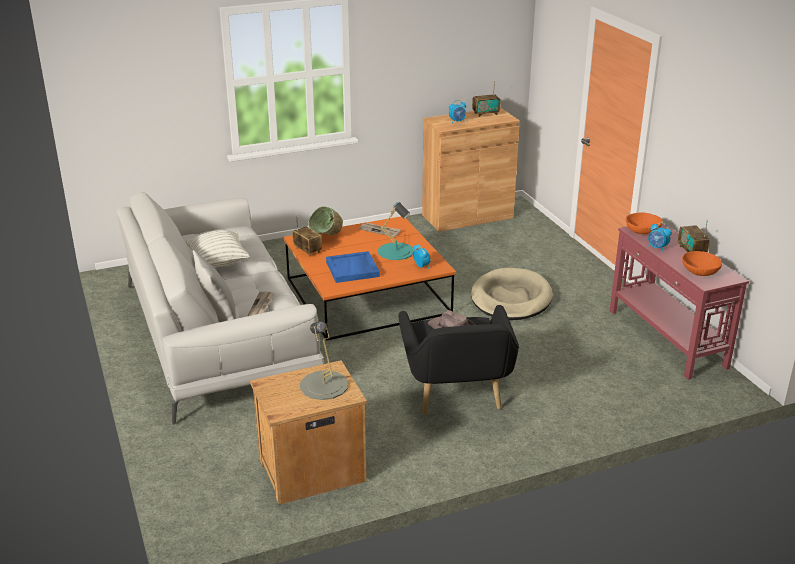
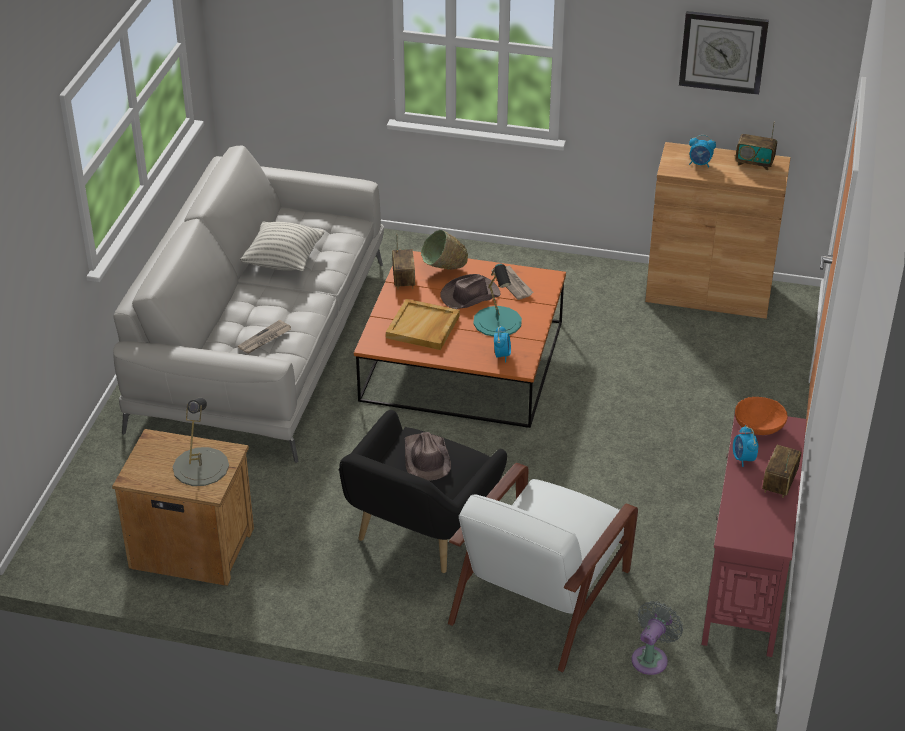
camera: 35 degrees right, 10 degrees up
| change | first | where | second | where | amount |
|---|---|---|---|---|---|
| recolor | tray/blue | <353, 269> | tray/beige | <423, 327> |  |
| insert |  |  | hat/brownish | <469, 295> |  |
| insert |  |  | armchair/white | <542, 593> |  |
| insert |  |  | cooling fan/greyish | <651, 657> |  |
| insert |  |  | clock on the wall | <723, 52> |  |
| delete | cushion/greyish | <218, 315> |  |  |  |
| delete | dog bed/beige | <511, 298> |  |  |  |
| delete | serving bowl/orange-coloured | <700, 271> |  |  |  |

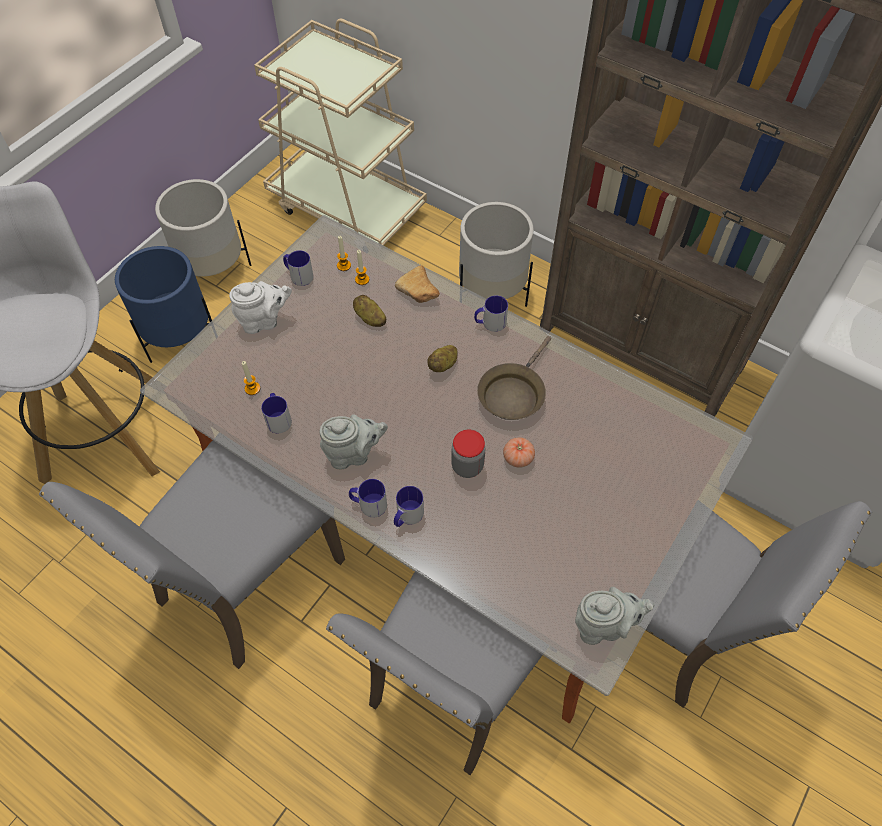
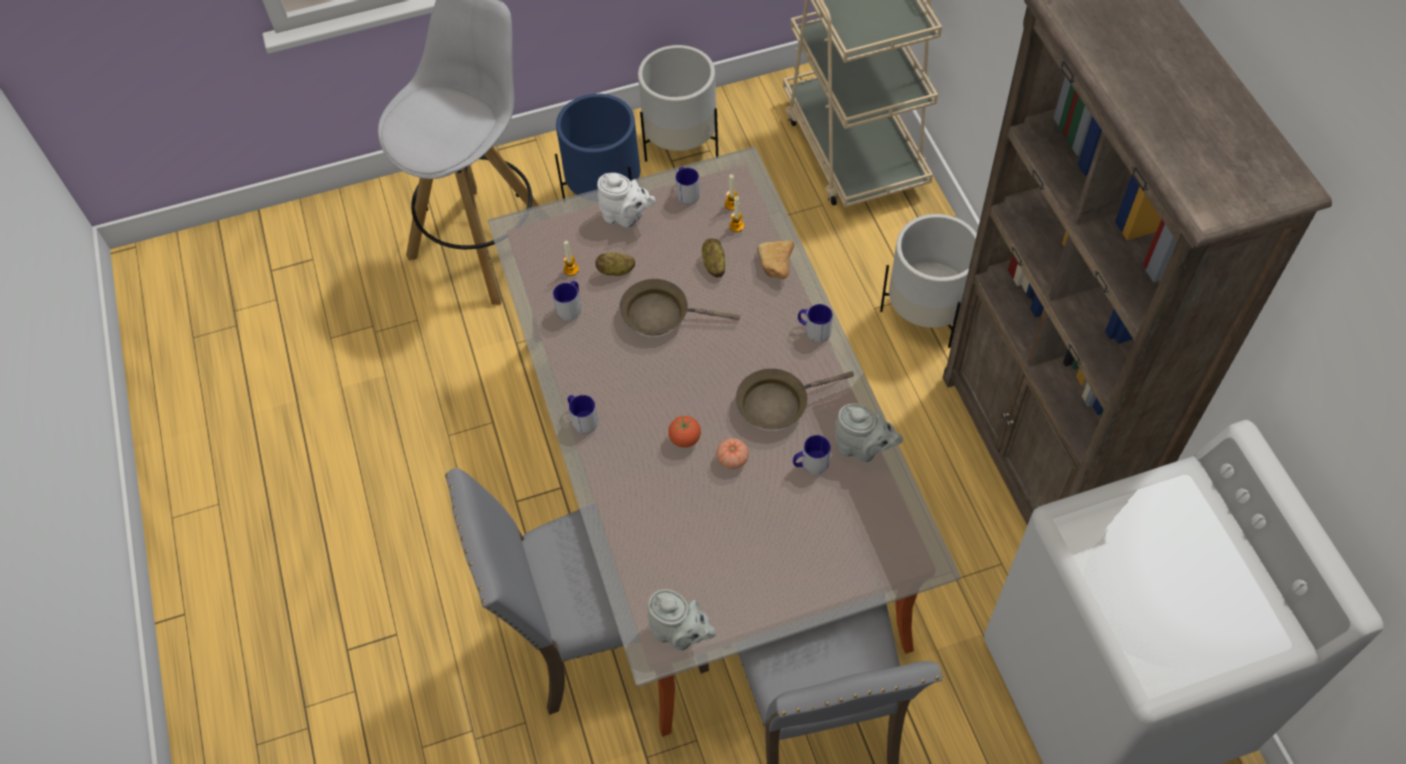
camera: 40 degrees right, 0 degrees up
| change | first | where | second | where | amount |
|---|---|---|---|---|---|
| move | potato | <443, 365> |  | <616, 271> |  |
| insert |  |  | pan/brownish | <661, 314> |  |
| replace | jar | <467, 466> | tomato | <685, 439> |  |
| move | coffee mug | <407, 516> |  | <810, 464> |  |
| move | pot for tea/greyish | <353, 454> |  | <862, 448> |  |
| delete | plain chair/greyish | <245, 581> |  |  |  |

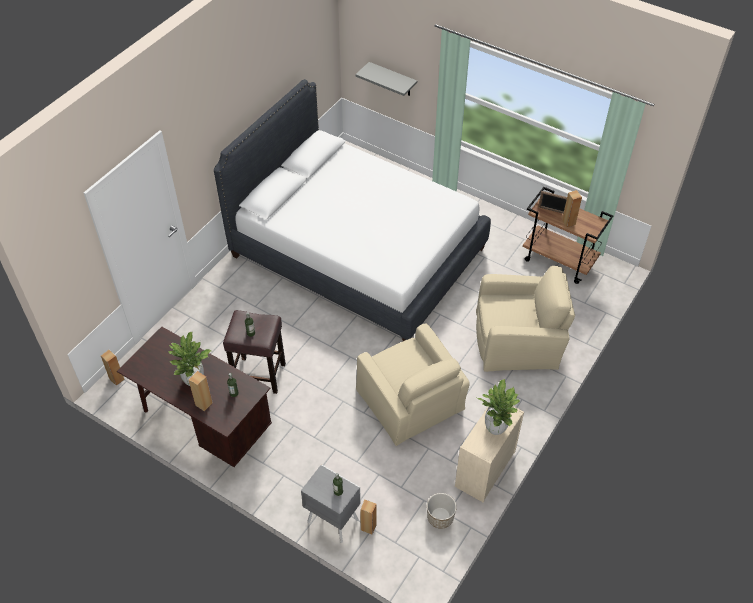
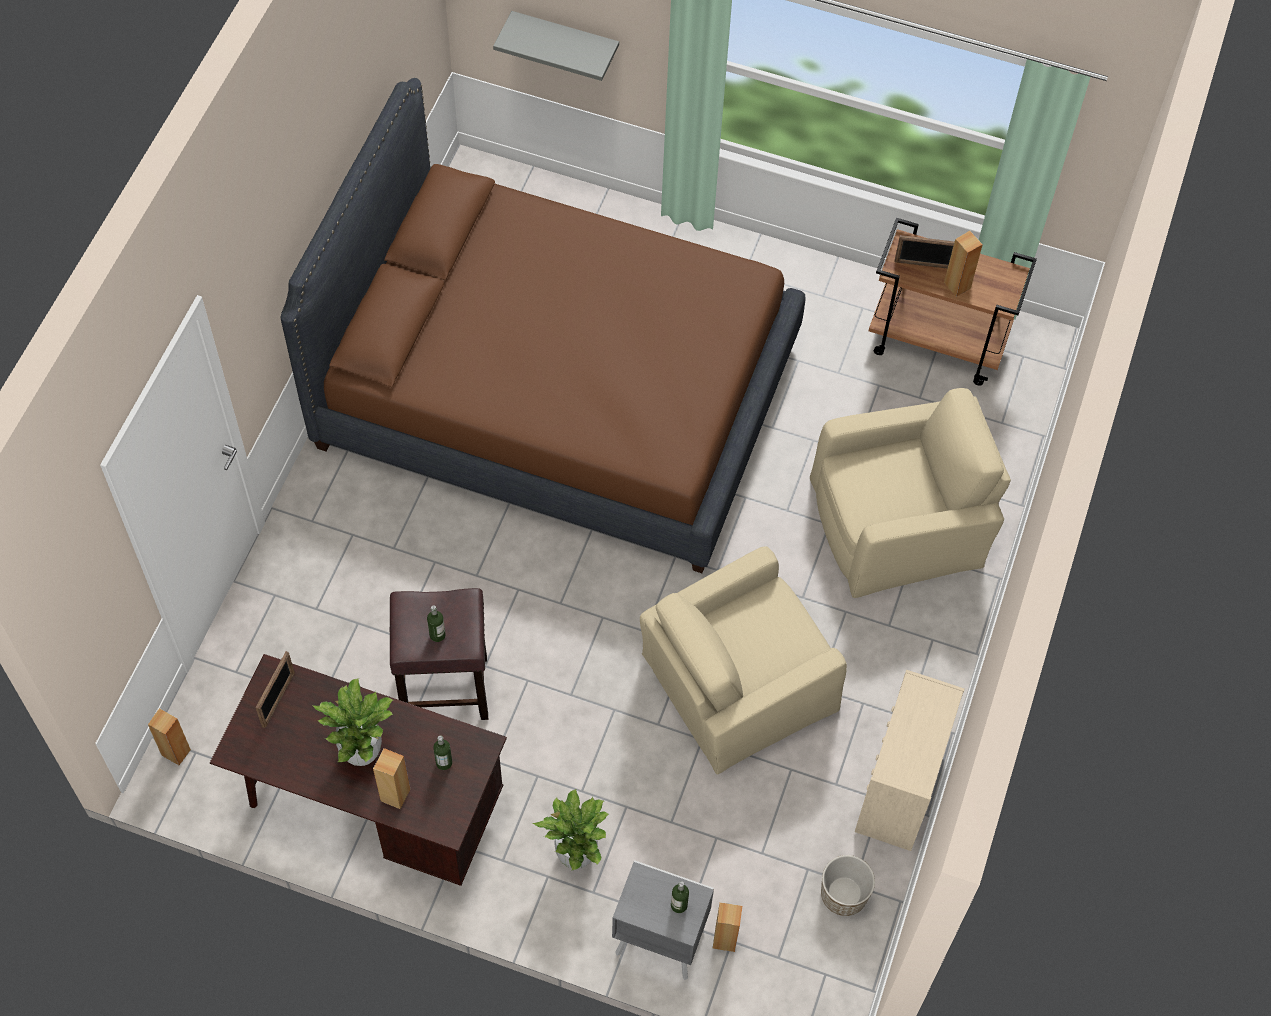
camera: 15 degrees left, 10 degrees up
| change | first | where | second | where | amount |
|---|---|---|---|---|---|
| insert |  |  | photo frame | <278, 699> |  |
| recolor | bedroom bed/white | <357, 252> | bedroom bed/brownish | <556, 393> |  |
| move | potted plant | <495, 428> |  | <575, 855> |  |
| rotate | armchair/beige | <411, 401> |  | <736, 683> | 105 degrees clockwise |

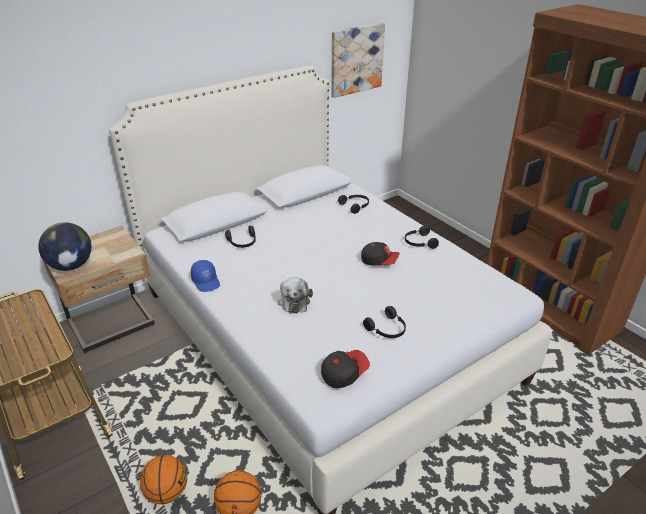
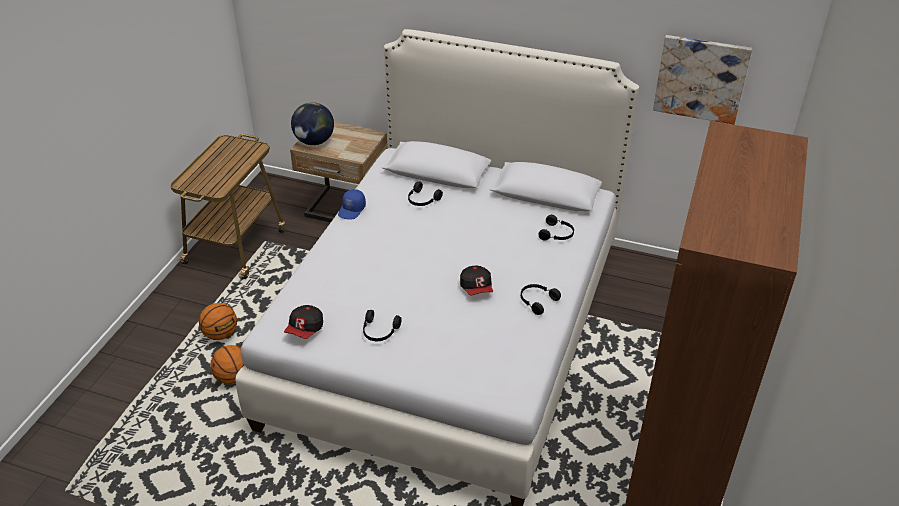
camera: 55 degrees right, 5 degrees up
| change | first | where | second | where | amount |
|---|---|---|---|---|---|
| rotate | cap | <344, 373> |  | <305, 329> | 90 degrees clockwise |
| delete | cuddly toy | <294, 301> |  |  |  |

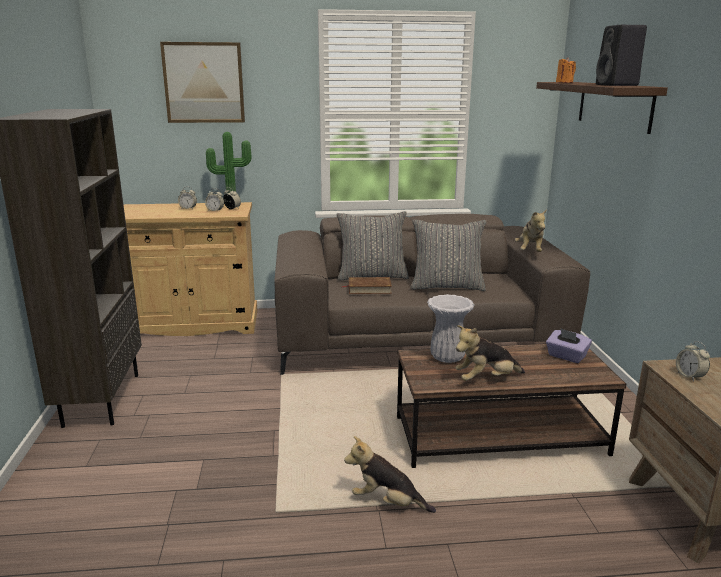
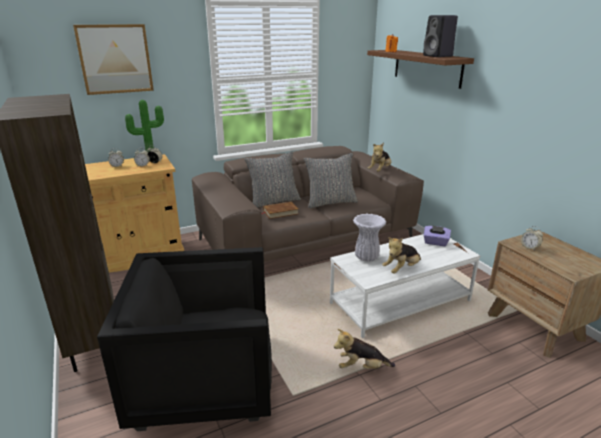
camera: 20 degrees left, 5 degrees up
| change | first | where | second | where | amount |
|---|---|---|---|---|---|
| insert |  |  | armchair/blackish | <206, 380> |  |
| recolor | lounge table/brownish | <499, 435> | lounge table/white | <400, 301> |  |
| rotate | cuddly toy | <530, 251> |  | <380, 171> | 45 degrees clockwise |

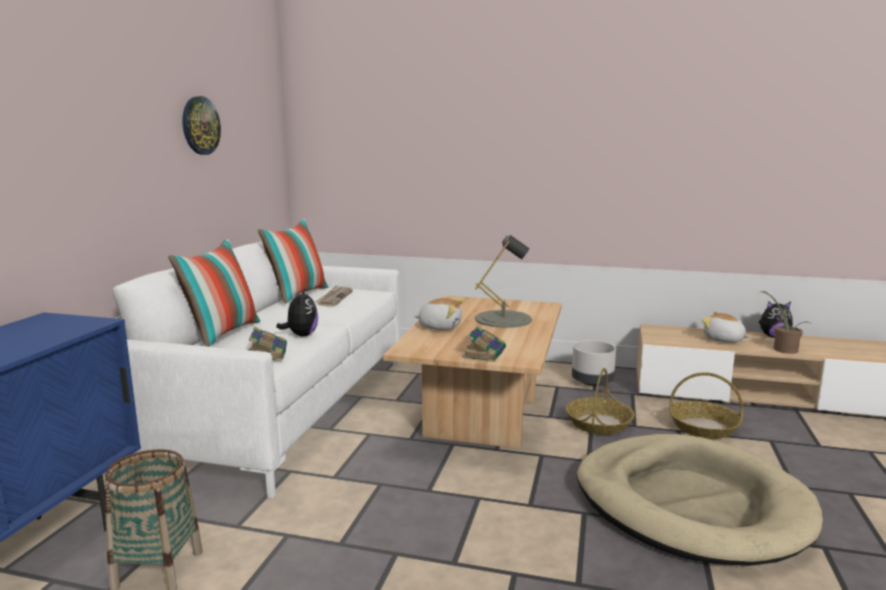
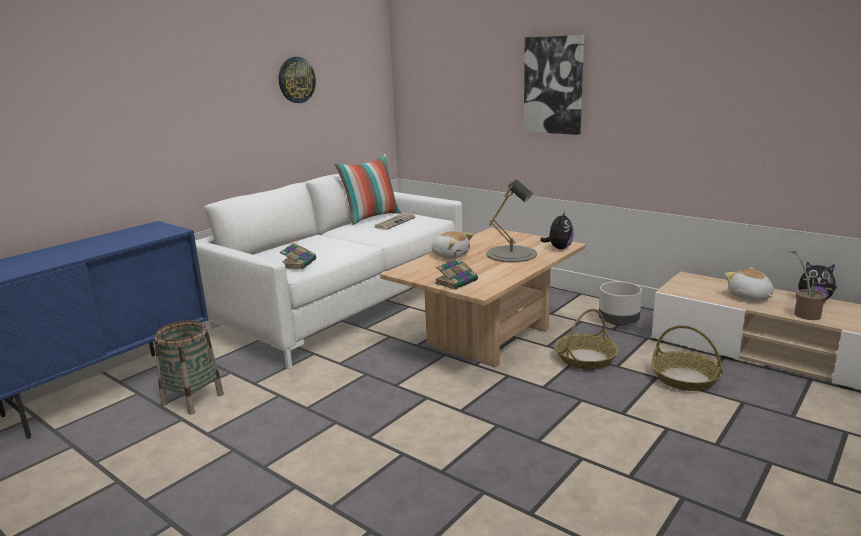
camera: 25 degrees right, 5 degrees up
| change | first | where | second | where | amount |
|---|---|---|---|---|---|
| insert |  |  | wall art | <554, 85> |  |
| move | cuddly toy | <301, 335> |  | <559, 248> |  |
| delete | cushion | <222, 333> |  |  |  |
| delete | dog bed/beige | <690, 504> |  |  |  |

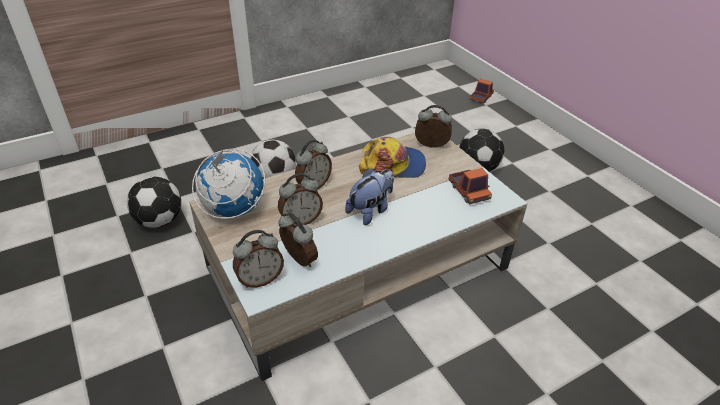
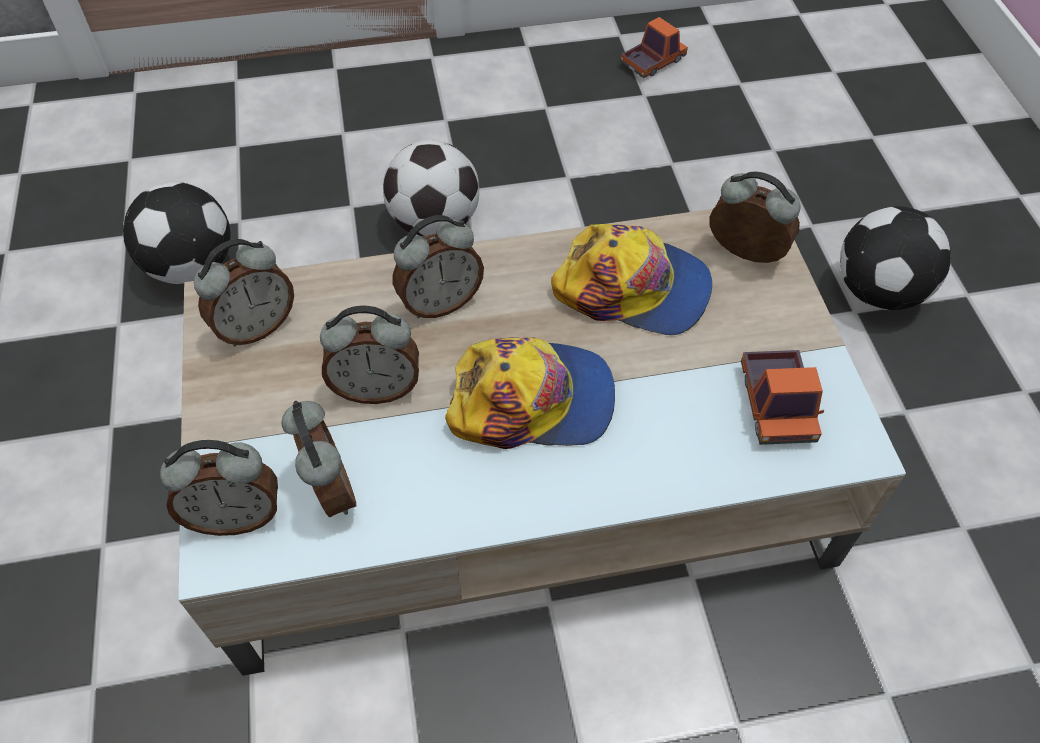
camera: 20 degrees right, 15 degrees up
| change | first | where | second | where | amount |
|---|---|---|---|---|---|
| replace | desk globe | <233, 210> | table clock | <256, 327> |  |
| replace | cuddly toy | <370, 210> | cap | <532, 401> |  |
| move | toy lorry | <481, 98> |  | <653, 62> |  |

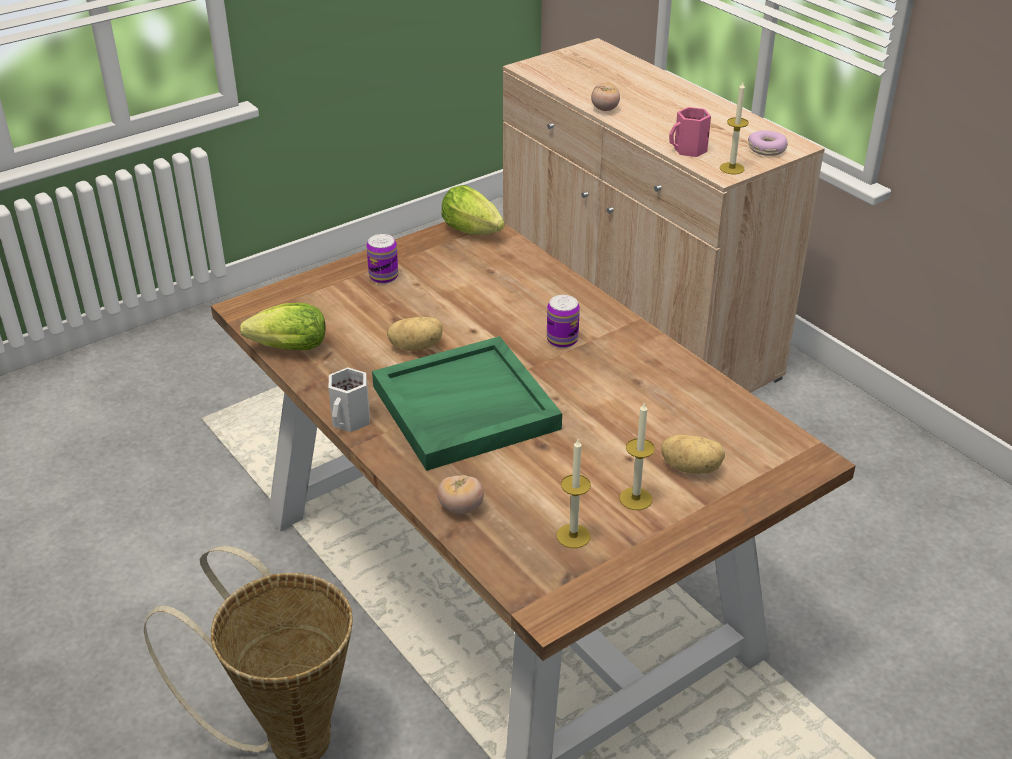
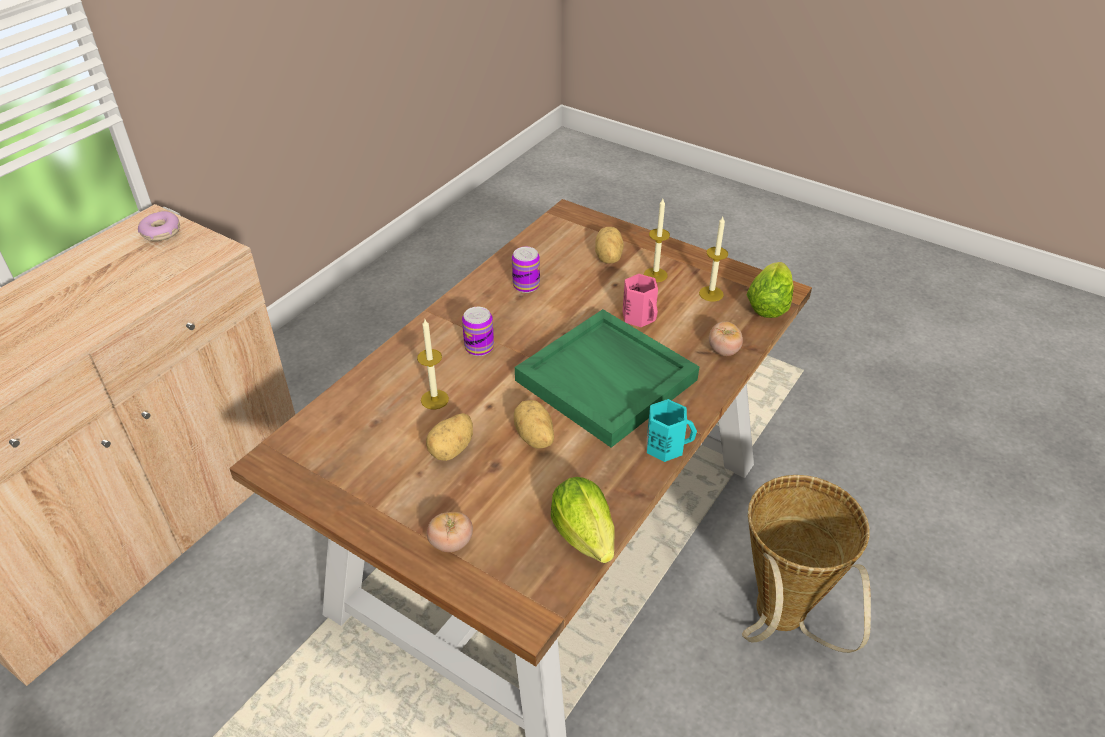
camera: 110 degrees left, 5 degrees up
| change | first | where | second | where | amount |
|---|---|---|---|---|---|
| move | wax candle | <732, 168> |  | <434, 399> |  |
| insert |  |  | potato | <452, 449> |  |
| move | tomato | <605, 109> |  | <451, 543> |  |
| move | metal can | <383, 276> |  | <526, 285> |  |
| move | coffee mug/pink-coloured | <689, 150> |  | <640, 316> |  |
| recolor | coffee mug/white | <351, 420> | coffee mug/blue-green | <666, 445> |  |
| move | head of lettuce | <475, 232> |  | <769, 303> |  |

